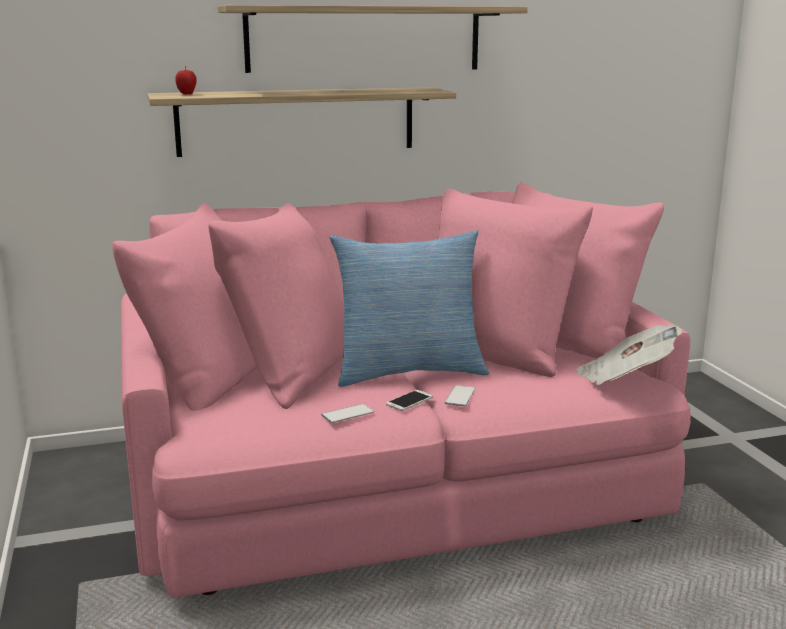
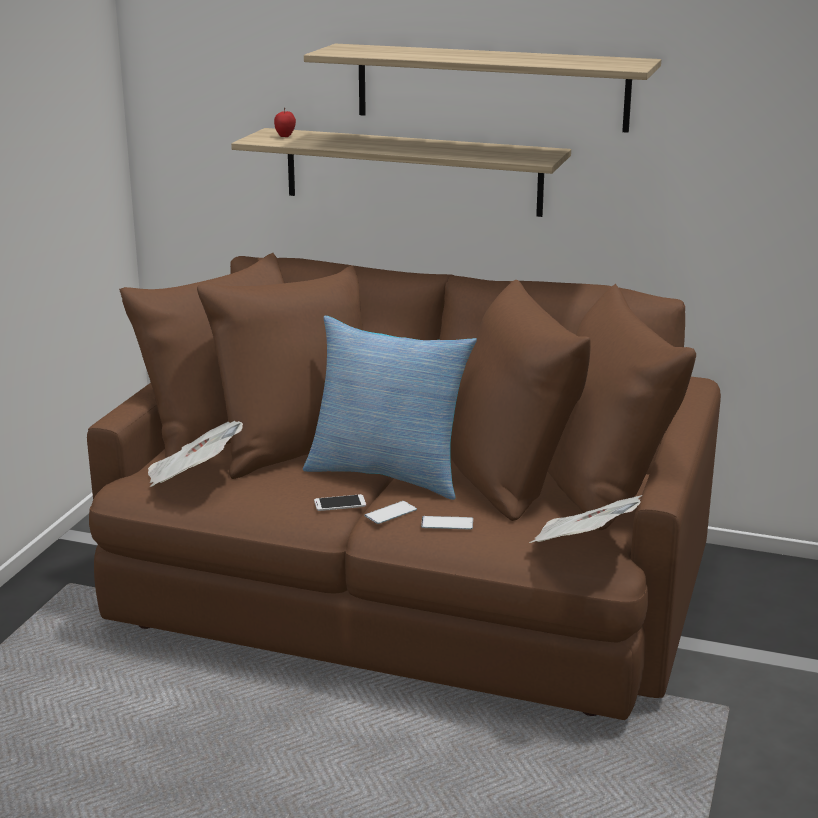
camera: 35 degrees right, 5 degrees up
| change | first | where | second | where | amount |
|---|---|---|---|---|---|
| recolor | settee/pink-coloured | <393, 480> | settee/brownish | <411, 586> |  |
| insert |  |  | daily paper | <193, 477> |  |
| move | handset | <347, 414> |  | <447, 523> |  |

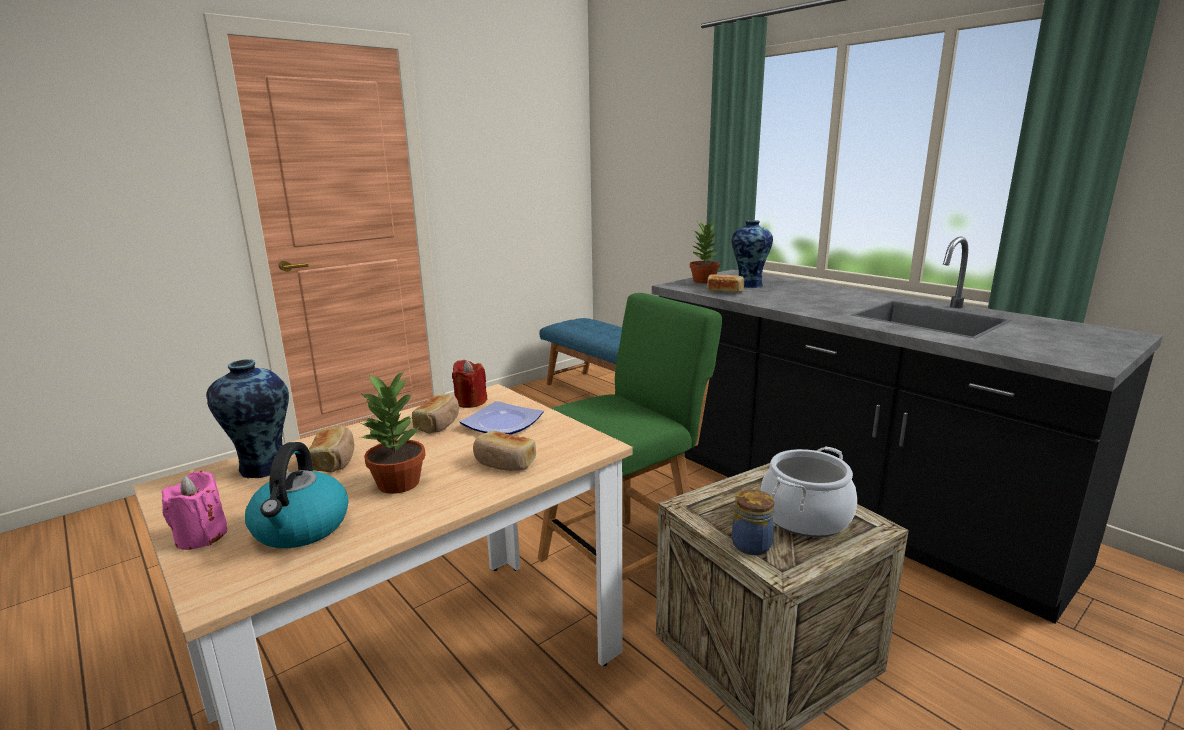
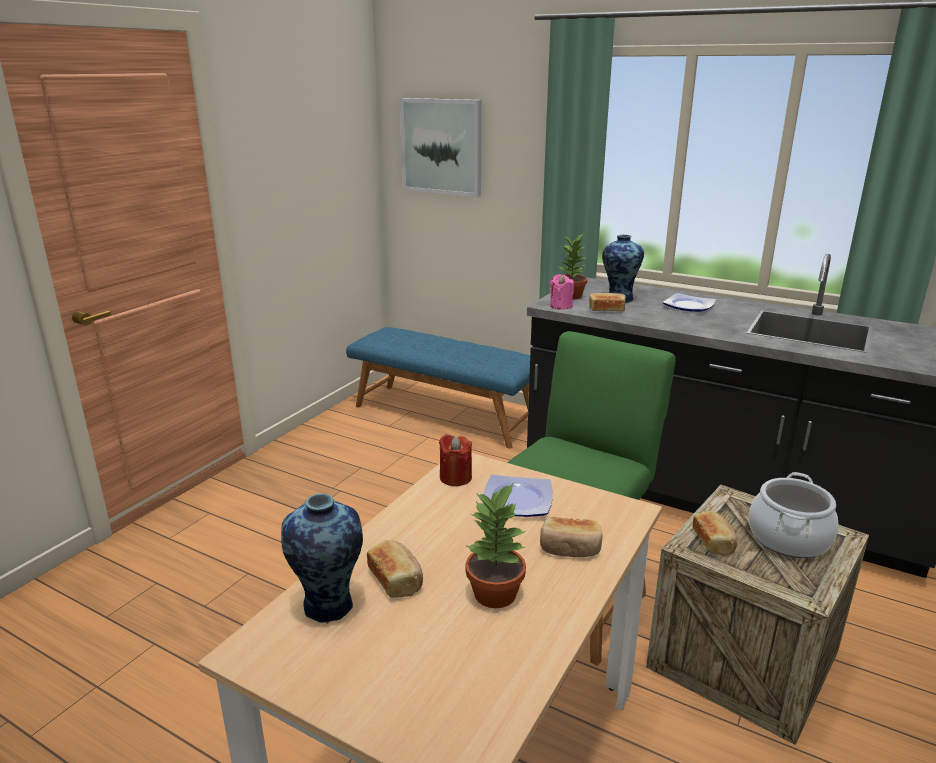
camera: 20 degrees left, 5 degrees up
| change | first | where | second | where | amount |
|---|---|---|---|---|---|
| insert |  |  | wall art | <442, 146> |  |
| move | wax candle/pink-coloured | <201, 536> |  | <561, 306> |  |
| insert |  |  | dinner plate | <689, 306> |  |
| move | bread | <438, 424> |  | <714, 542> |  |
| delete | water kettle | <301, 528> |  |  |  |
| delete | jar | <751, 544> |  |  |  |

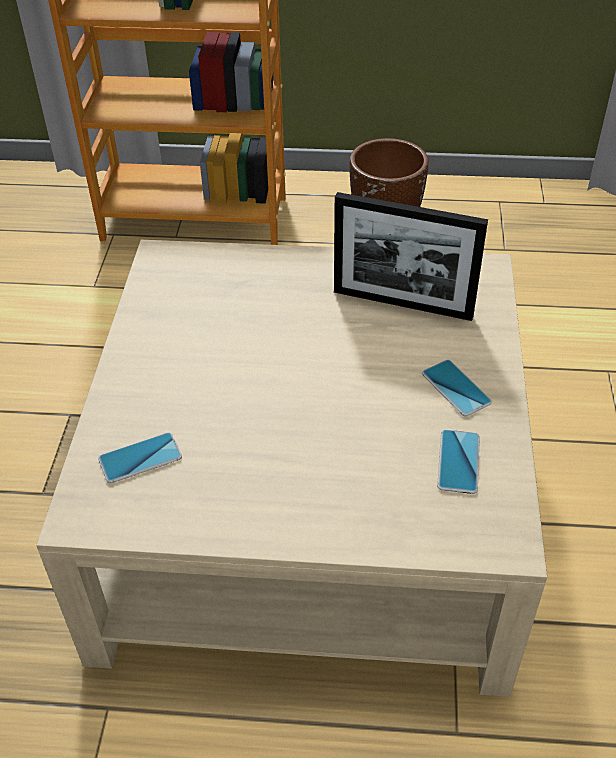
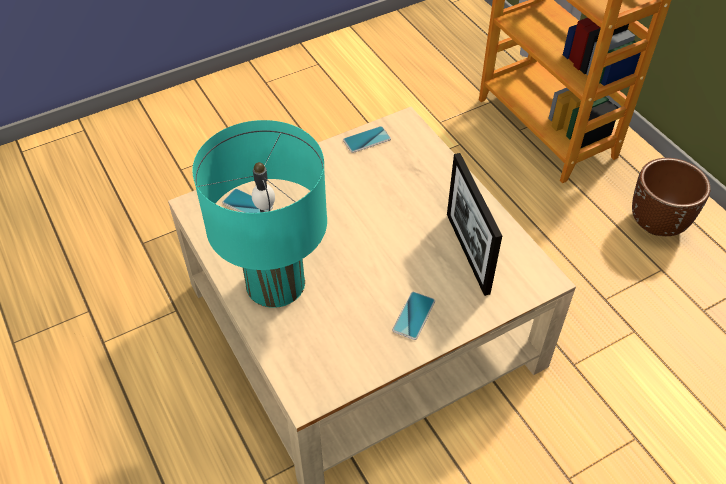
camera: 55 degrees right, 5 degrees up
| change | first | where | second | where | amount |
|---|---|---|---|---|---|
| insert |  |  | tabletop lamp/blue-green | <275, 283> |  |
| move | handset | <458, 462> |  | <367, 140> |  |

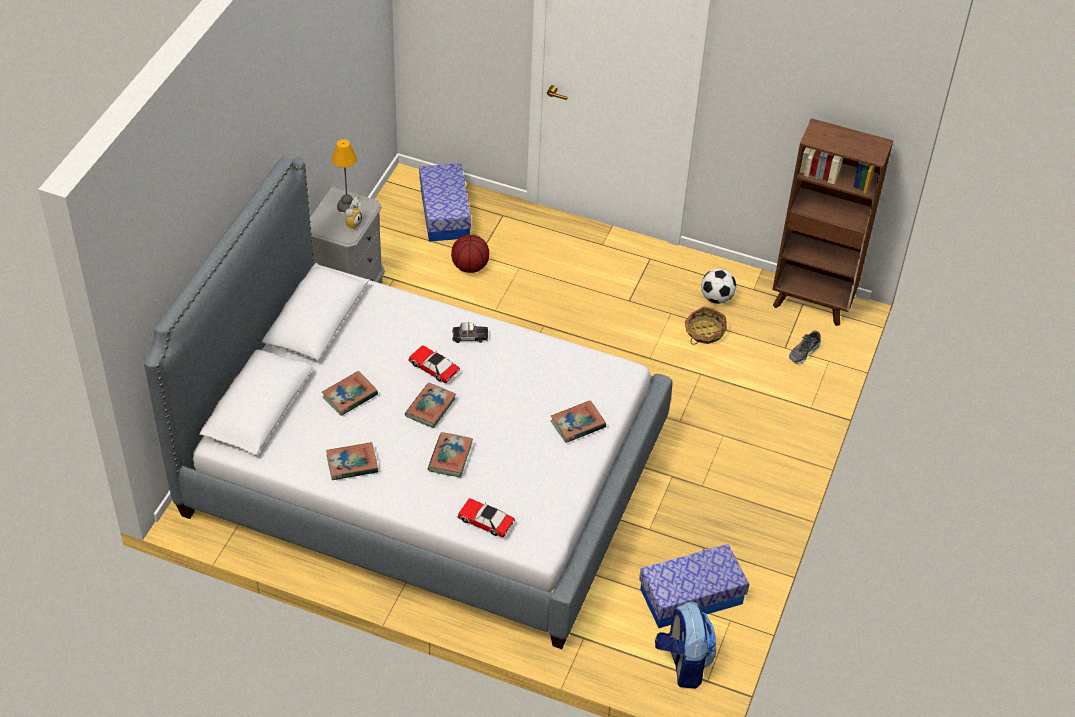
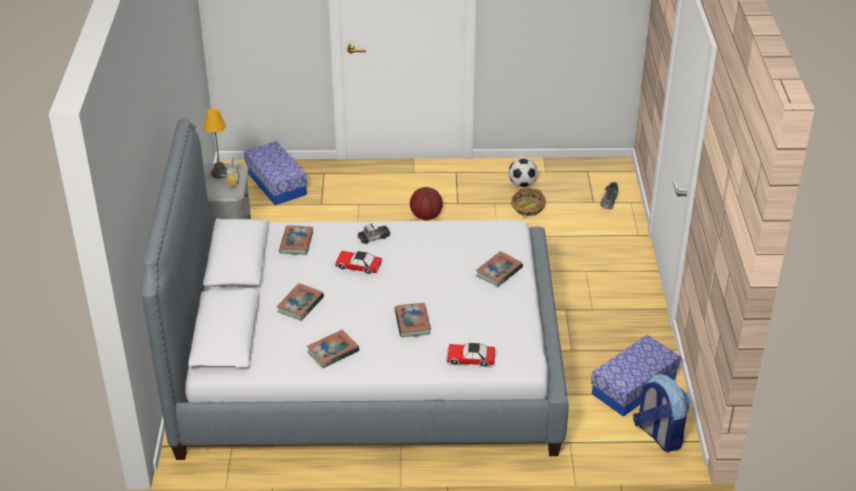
camera: 20 degrees left, 10 degrees down
| change | first | where | second | where | amount |
|---|---|---|---|---|---|
| move | volume | <430, 407> |  | <296, 242> |  |
| move | basketball | <470, 266> |  | <426, 216> |  |
| delete | bookcase/brownish | <812, 303> |  |  |  |

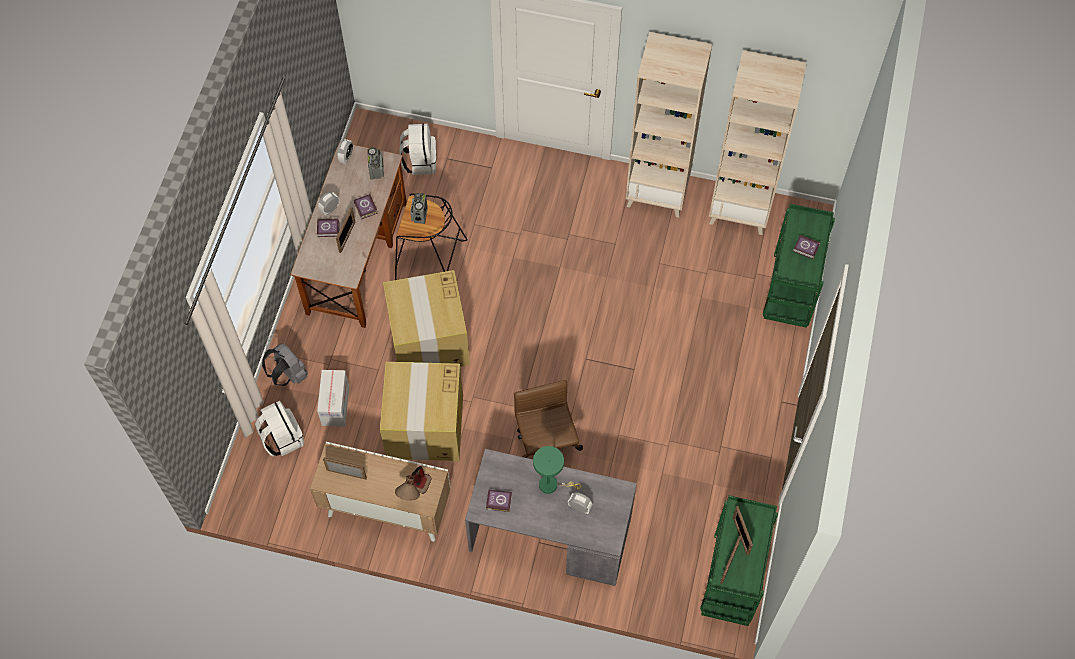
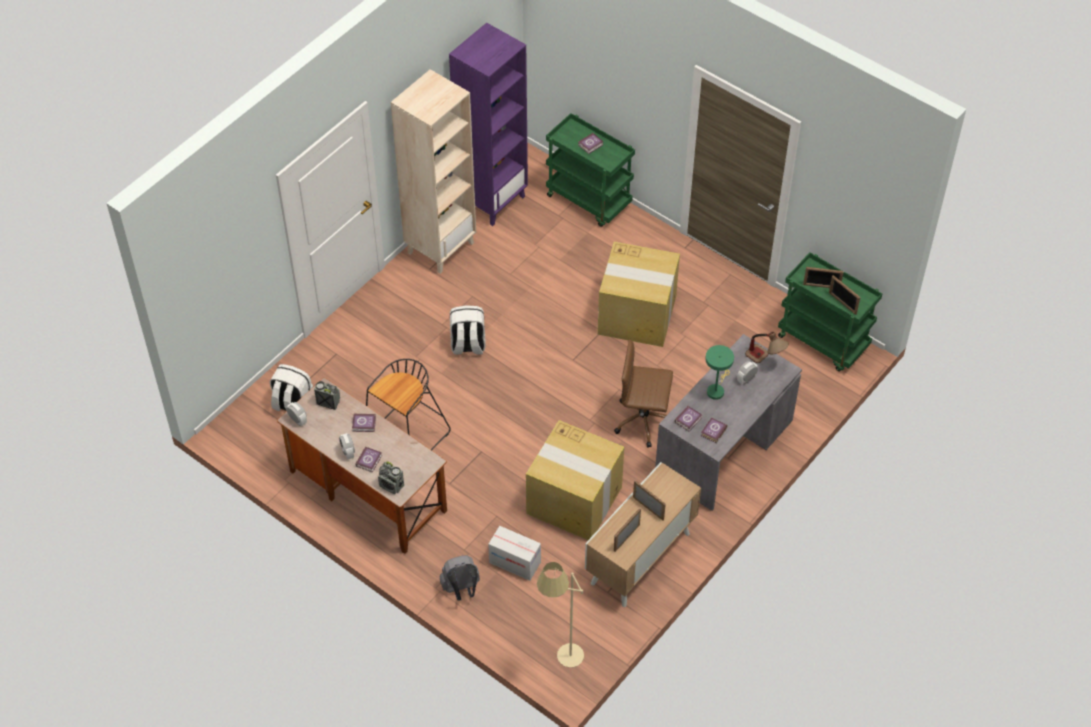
camera: 65 degrees left, 10 degrees down
| change | first | where | second | where | amount |
|---|---|---|---|---|---|
| move | radio | <419, 215> |  | <391, 486> |  |
| recolor | bookcase/beige | <740, 210> | bookcase/purplish | <492, 201> |  |
| move | rucksack/white | <282, 438> |  | <467, 345> |  |
| insert |  |  | standing lamp/beige | <561, 663> |  |
| move | cardboard box | <429, 341> |  | <638, 315> |  |
| move | photo frame | <347, 237> |  | <648, 508> |  |
| insert |  |  | volume | <689, 420> |  |
| move | tabletop lamp | <415, 493> |  | <765, 360> |  |

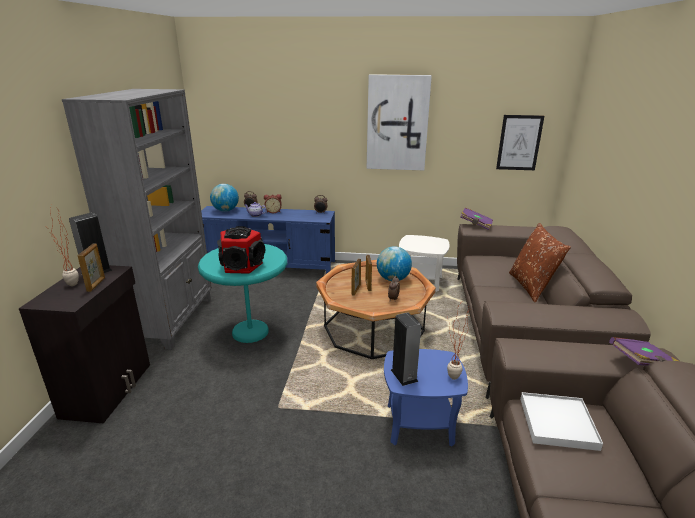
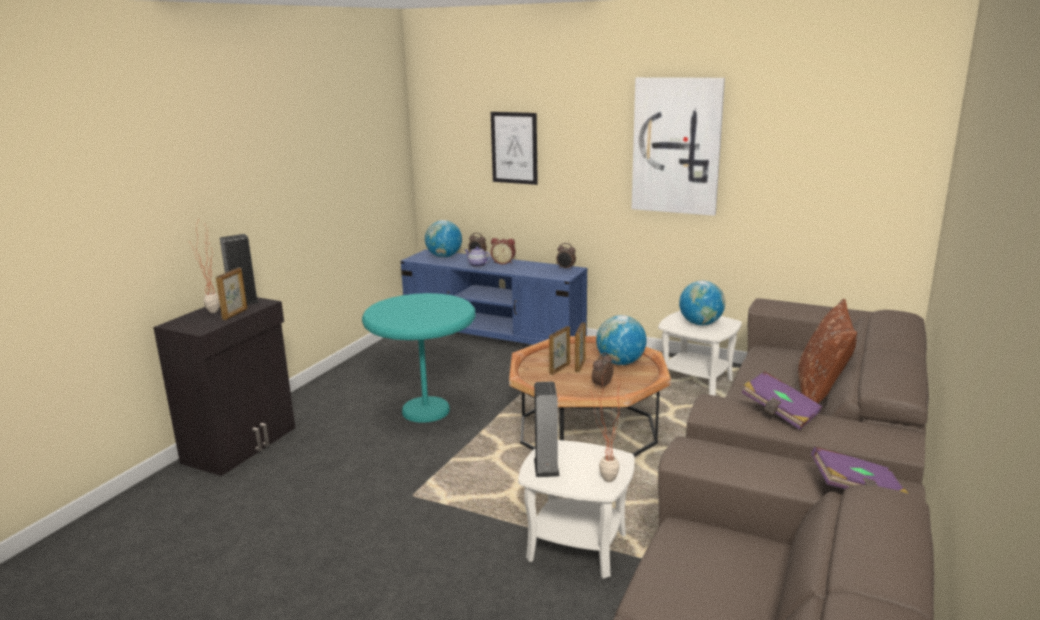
camera: 20 degrees right, 5 degrees down
| change | first | where | second | where | amount |
|---|---|---|---|---|---|
| move | wall art | <519, 143> |  | <514, 148> |  |
| recolor | side table/blue | <420, 424> | side table/white | <577, 546> |  |
| insert |  |  | desk globe | <700, 323> |  |
| move | volume/purplish | <475, 225> |  | <779, 413> |  |
| delete | bookcase/greyish | <172, 320> |  |  |  |
| delete | speaker | <242, 266> |  |  |  |
| delete | tray/white | <558, 423> |  |  |  |

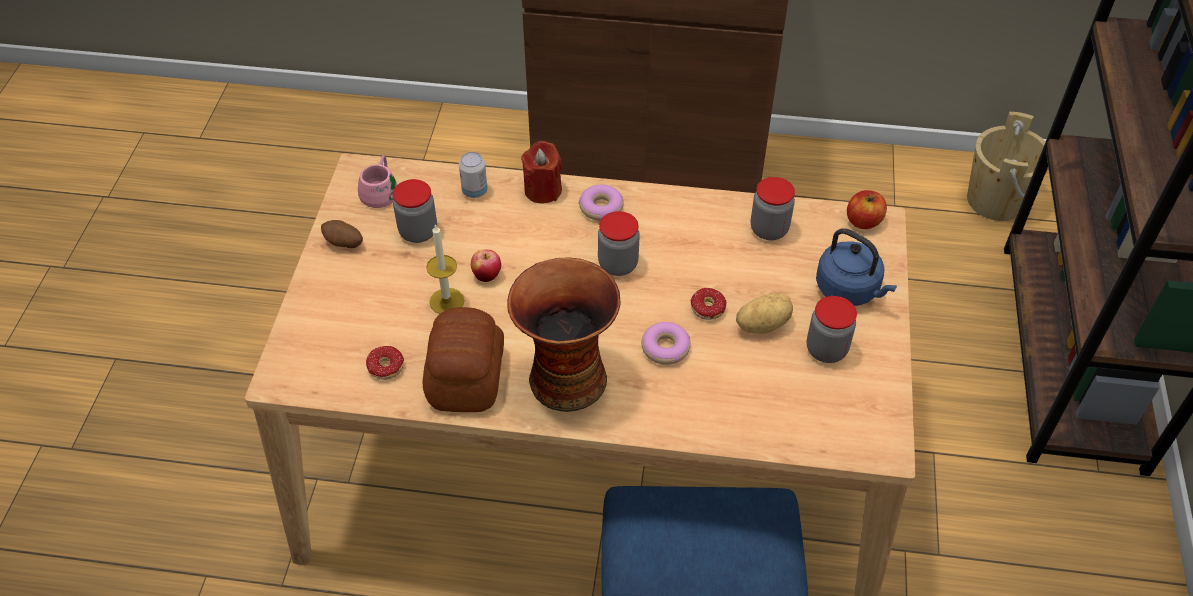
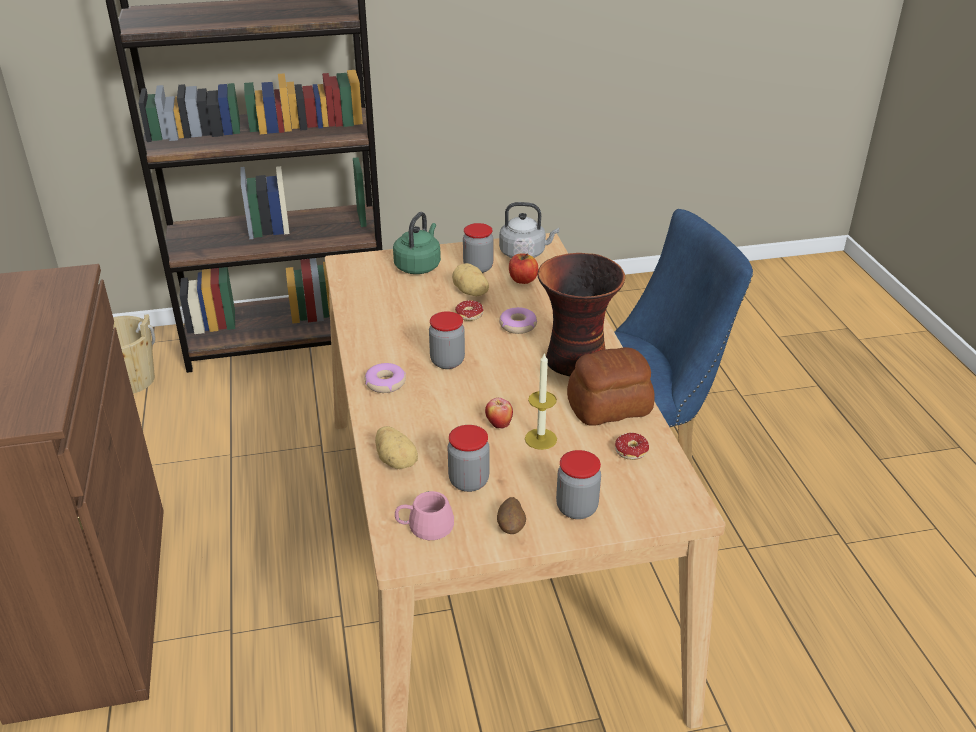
camera: 110 degrees left, 15 degrees down
| change | first | where | second | where | amount |
|---|---|---|---|---|---|
| replace | metal can | <475, 191> | potato | <397, 461> |  |
| recolor | water kettle/blue | <850, 290> | water kettle/green-coloured | <418, 266> |  |
| insert |  |  | water kettle/greyish | <525, 253> |  |
| move | apple fruit | <863, 221> |  | <522, 280> |  |
| move | jar | <769, 229> |  | <576, 508> |  |
| delete | wax candle/reddish | <543, 190> |  |  |  |

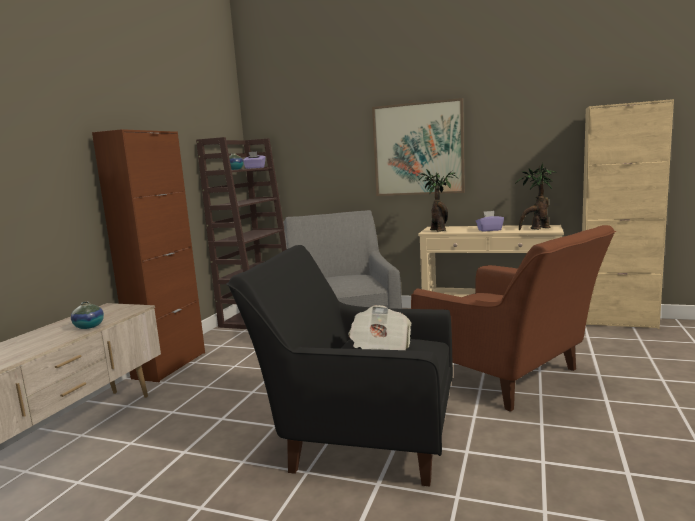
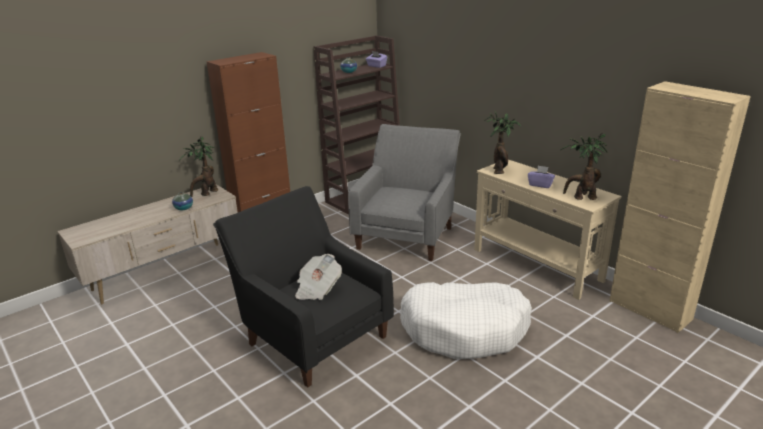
camera: 30 degrees right, 15 degrees up
| change | first | where | second | where | amount |
|---|---|---|---|---|---|
| insert |  |  | potted plant | <206, 193> |  |
| replace | armchair/brownish | <508, 376> | dog bed/white | <465, 329> |  |
| delete | wall art | <418, 149> |  |  |  |

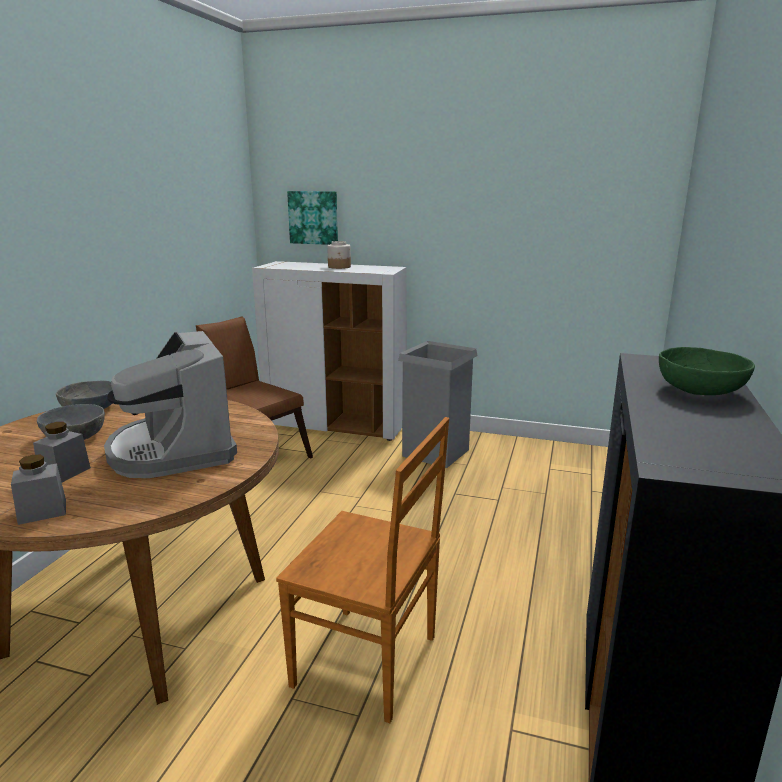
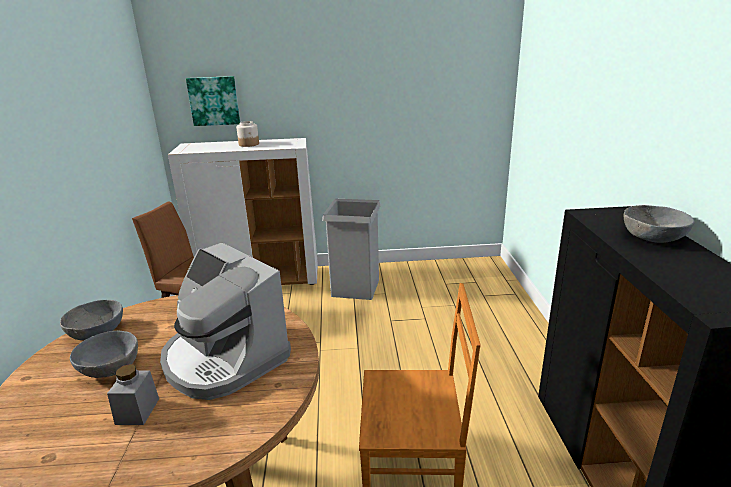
camera: 20 degrees left, 5 degrees up
| change | first | where | second | where | amount |
|---|---|---|---|---|---|
| recolor | serving bowl/green-coloured | <700, 391> | serving bowl/greyish | <653, 238> |  |
| delete | jar/greyish | <42, 512> |  |  |  |

